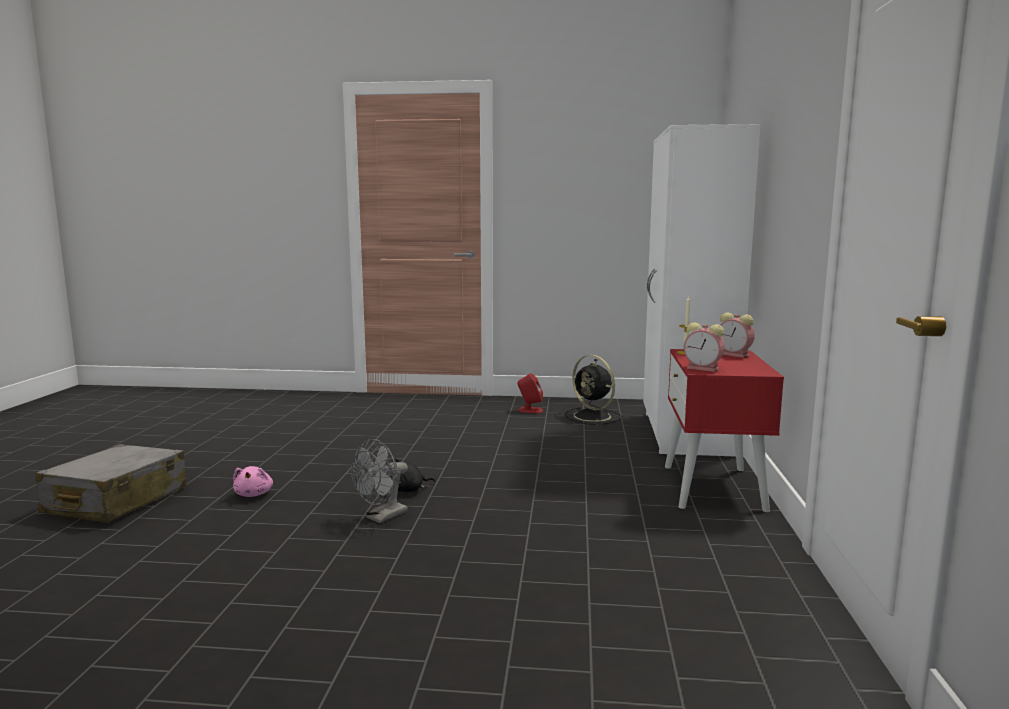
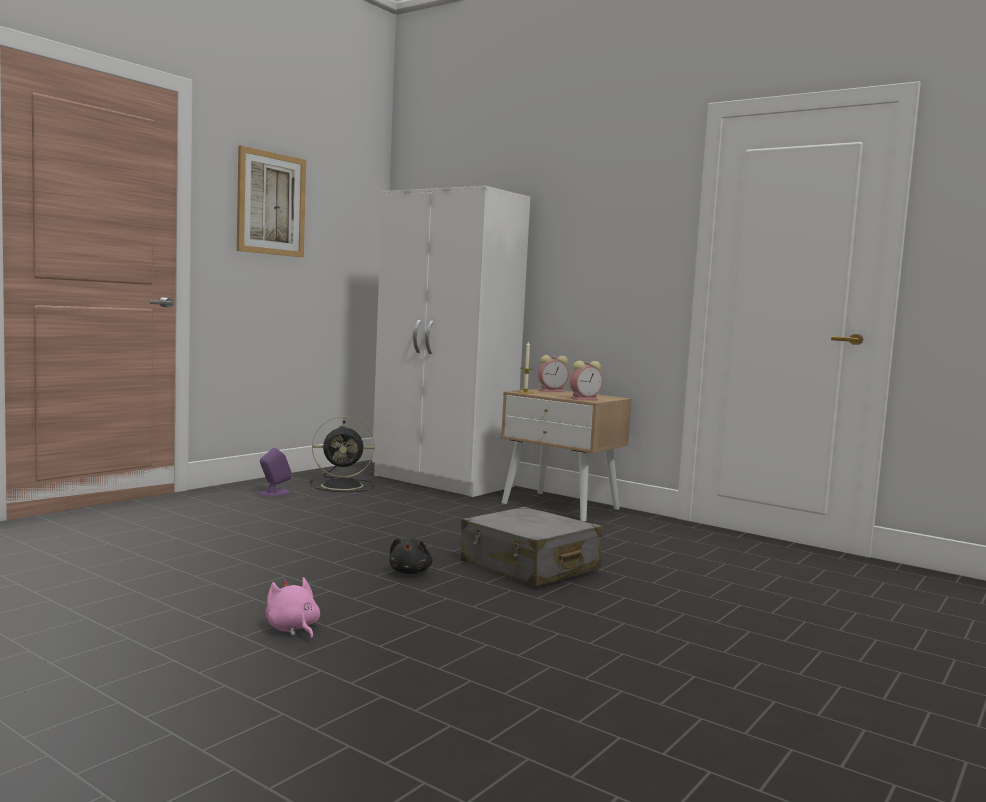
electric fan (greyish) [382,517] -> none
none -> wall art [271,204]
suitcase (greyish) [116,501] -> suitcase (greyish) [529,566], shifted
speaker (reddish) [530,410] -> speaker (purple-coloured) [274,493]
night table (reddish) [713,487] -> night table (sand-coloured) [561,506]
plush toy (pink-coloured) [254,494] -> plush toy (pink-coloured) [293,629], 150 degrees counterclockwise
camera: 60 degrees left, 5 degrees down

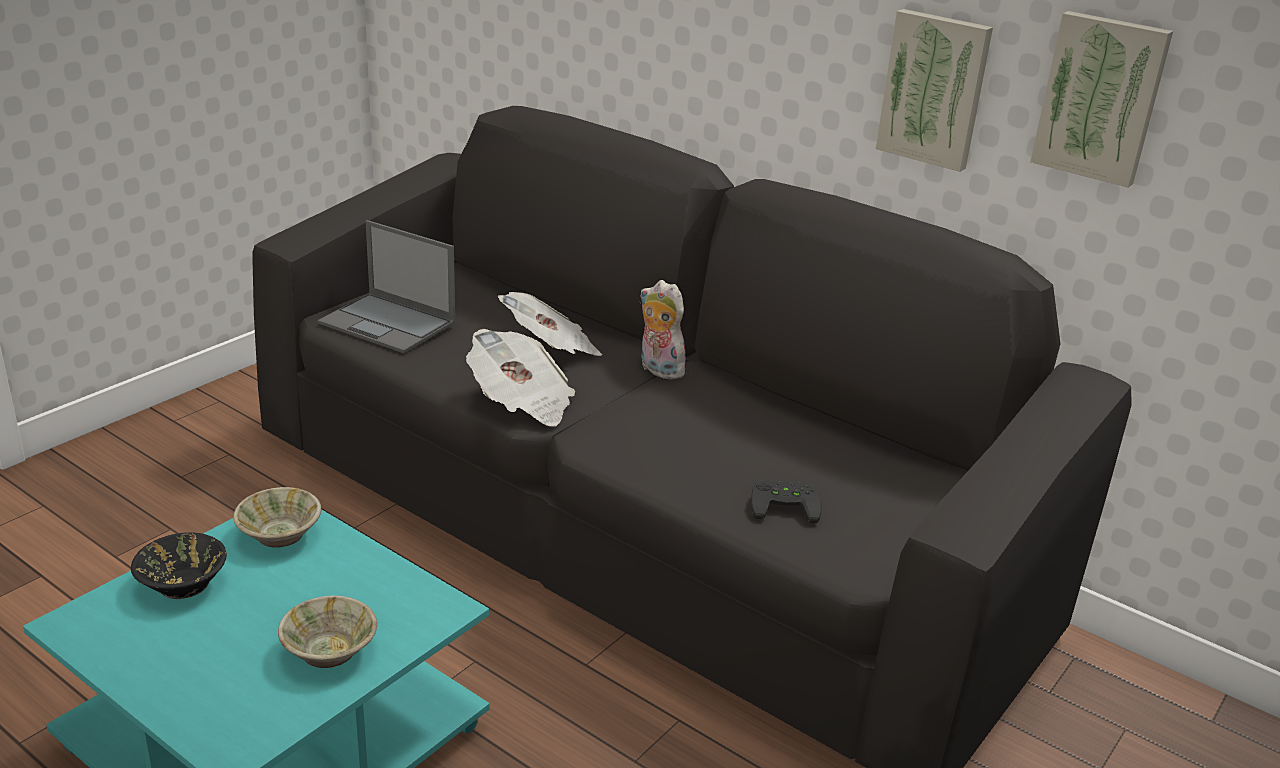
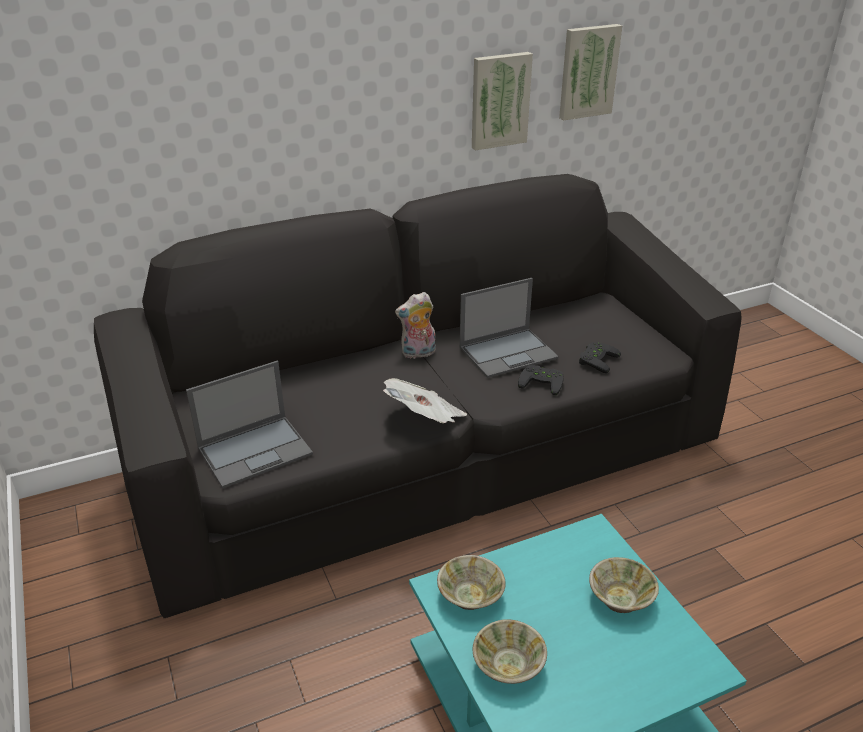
printed paper [551,349] -> none
none -> laptop [509,352]
none -> game controller (blackish) [542,381]
bowl (blackish) [182,583] -> bowl (sand-coloured) [508,665]
camera: 60 degrees left, 5 degrees up

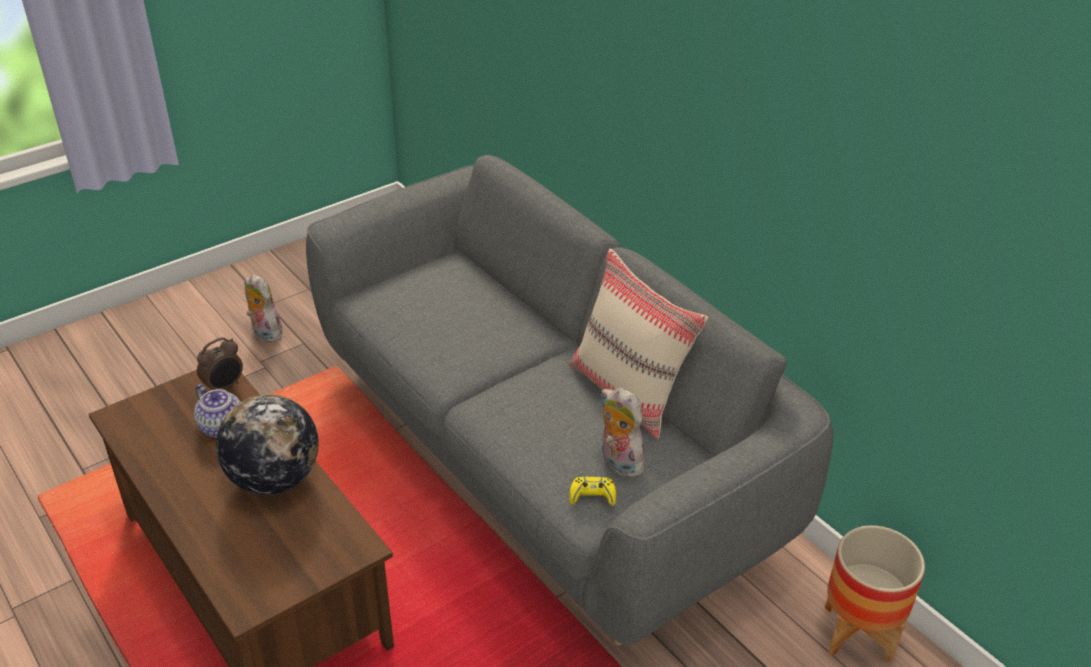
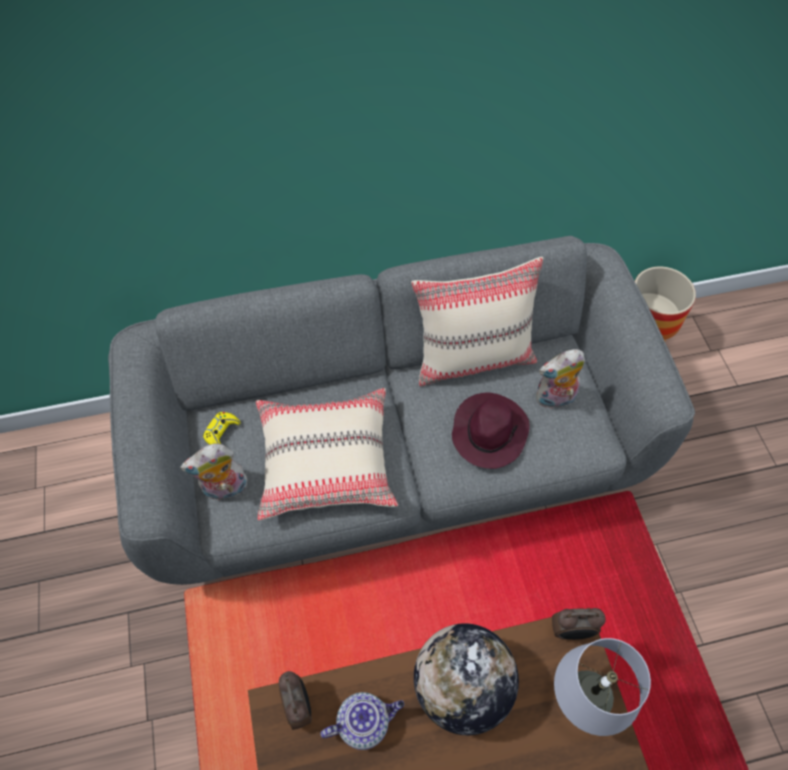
none -> cushion (sand-coloured) [326,460]
none -> hat (purple-coloured) [489,431]
none -> table clock [571,631]
none -> tabletop lamp (greyish) [581,702]
plush toy [264,333] -> plush toy [224,489], shifted
game controller (yellow) [592,496] -> game controller (yellow) [222,433], shifted
camera: 65 degrees left, 20 degrees up

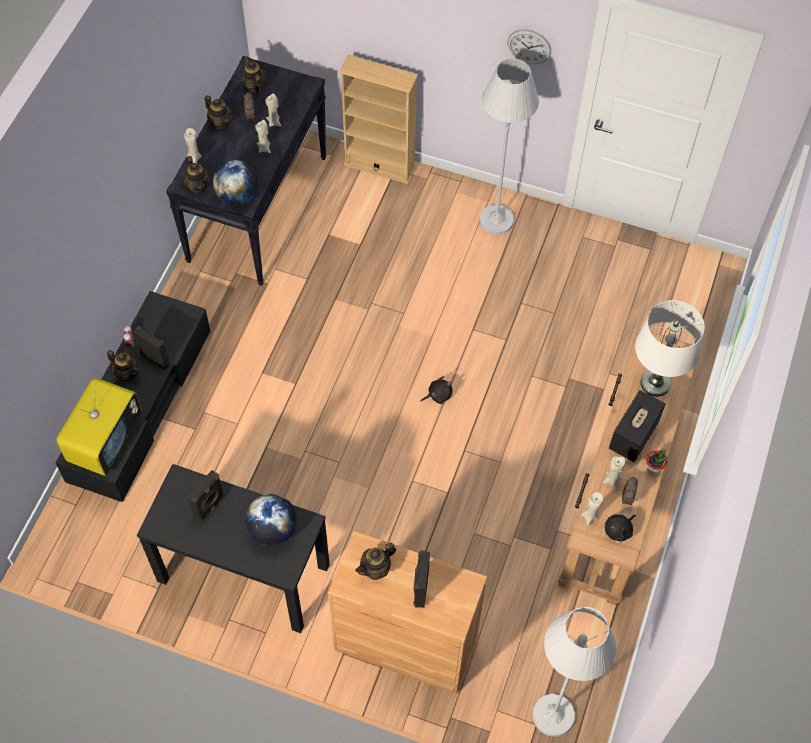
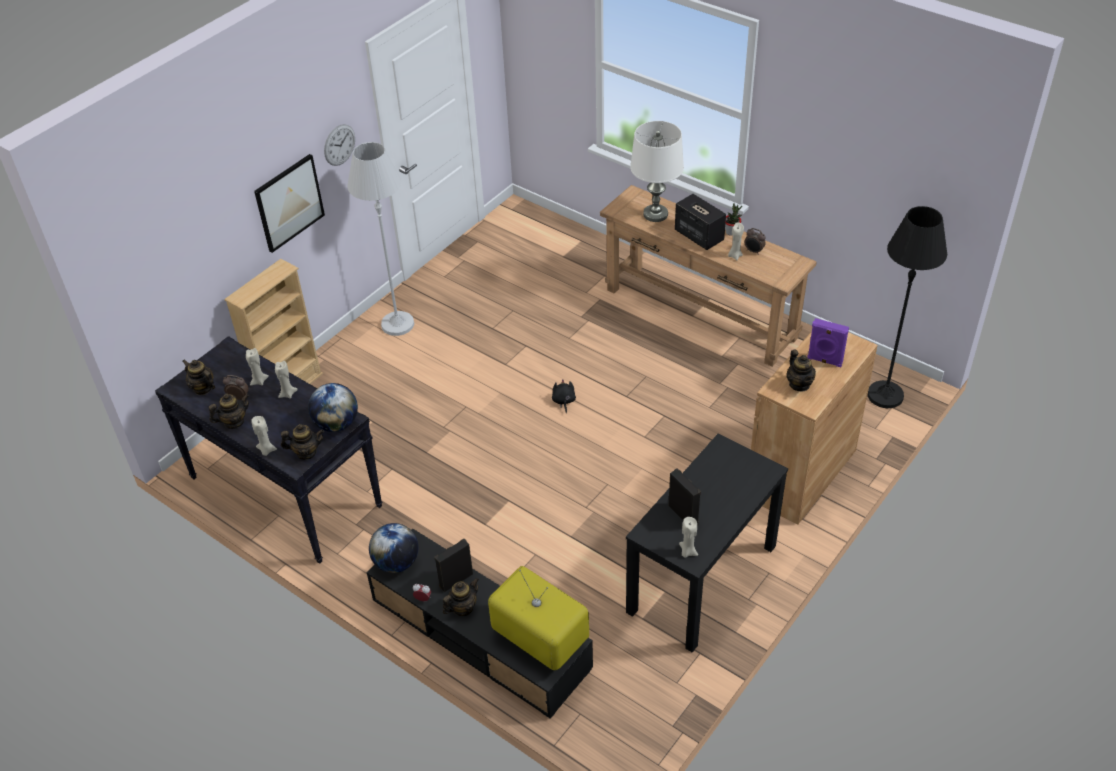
plush toy (blackish) [619,530] -> none
none -> wall art [289,202]
world globe [272,530] -> world globe [396,563], shifted
wax candle (sand-coloured) [589,516] -> wax candle (sand-coloured) [687,551], shifted
speaker (blackish) [420,589] -> speaker (purple-coloured) [824,361]
standing lamp (whitish) [553,715] -> standing lamp (blackish) [885,395]
teapot [254,87] -> teapot [203,388], 45 degrees clockwise
camera: 70 degrees left, 15 degrees down

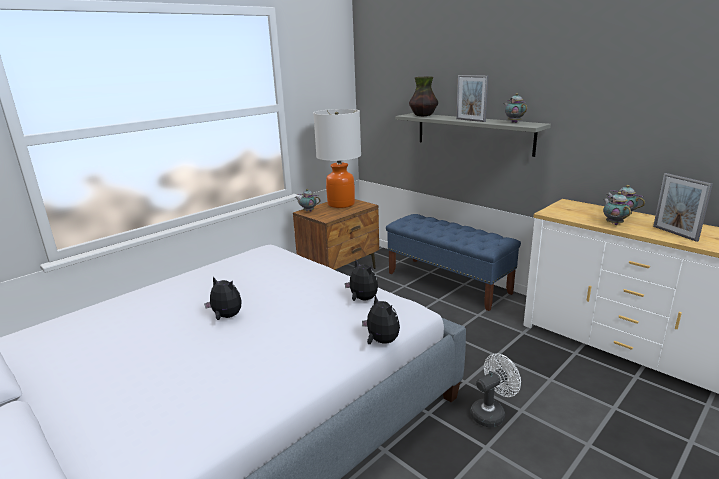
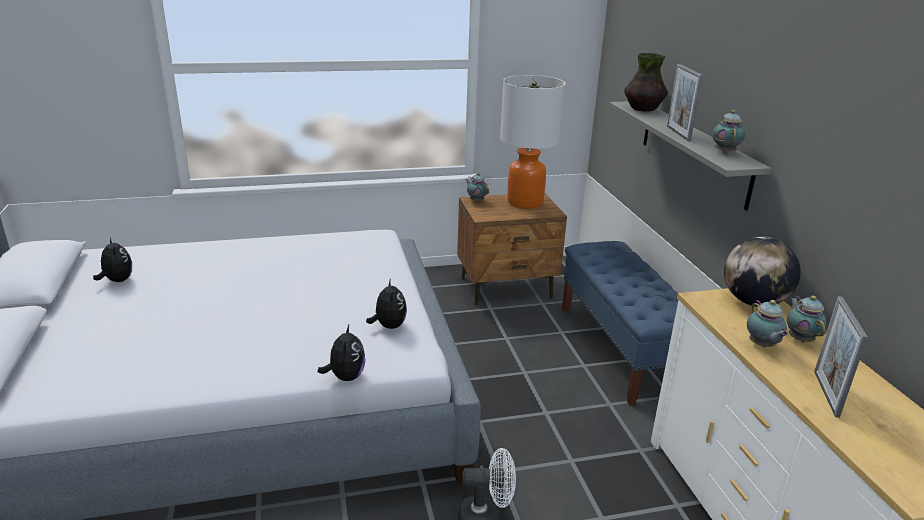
none -> world globe [753,302]
plush toy [226,317] -> plush toy [117,280], shifted
teapot [613,223] -> teapot [762,346], 150 degrees clockwise
camera: 30 degrees right, 5 degrees up

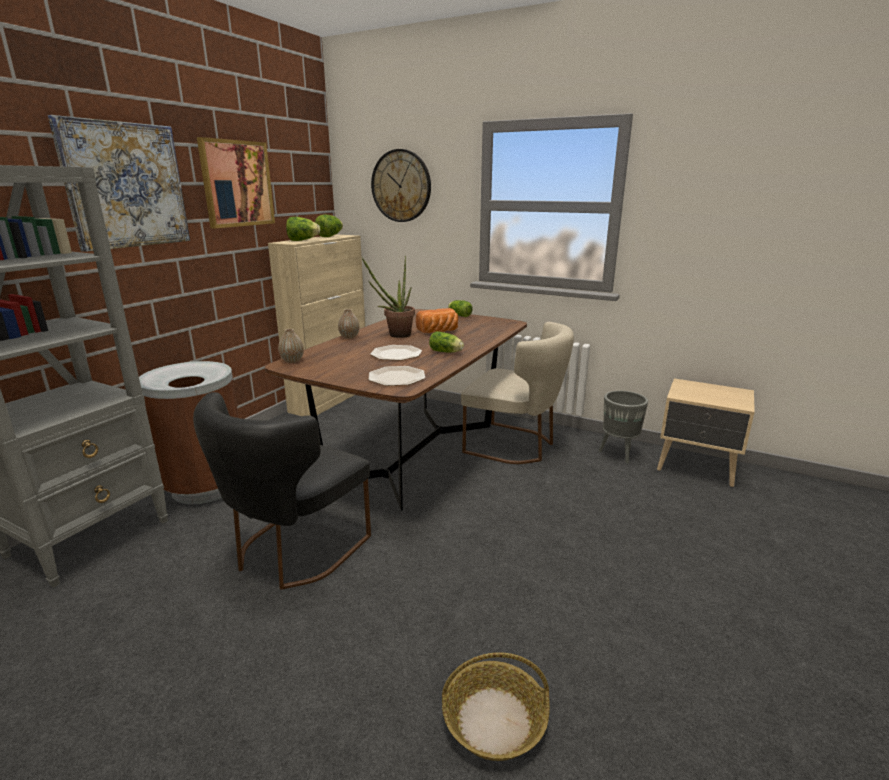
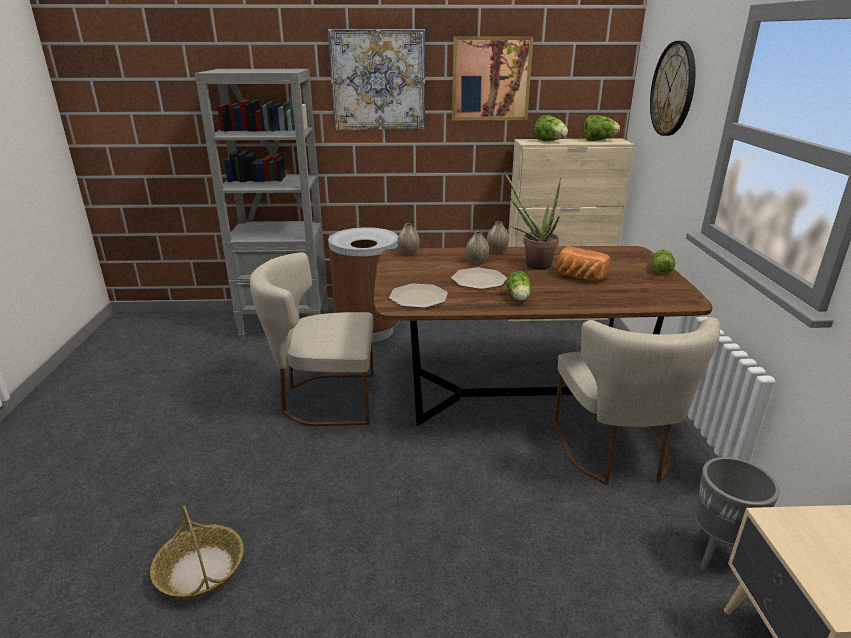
none -> vase [476,262]
plain chair (blackish) [293,552] -> plain chair (sand-coloured) [323,399]
camera: 60 degrees right, 5 degrees up

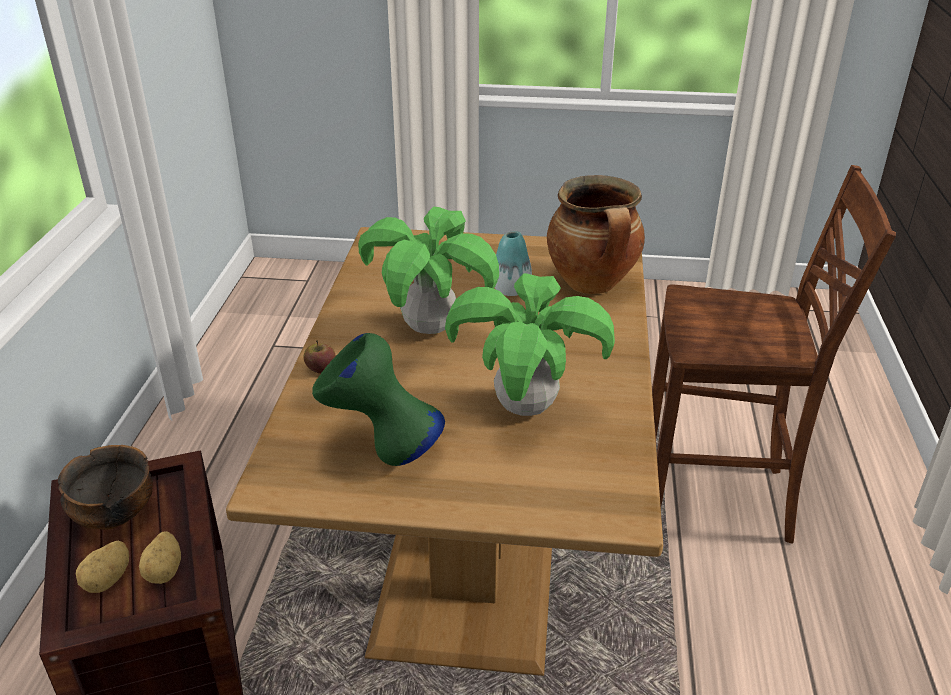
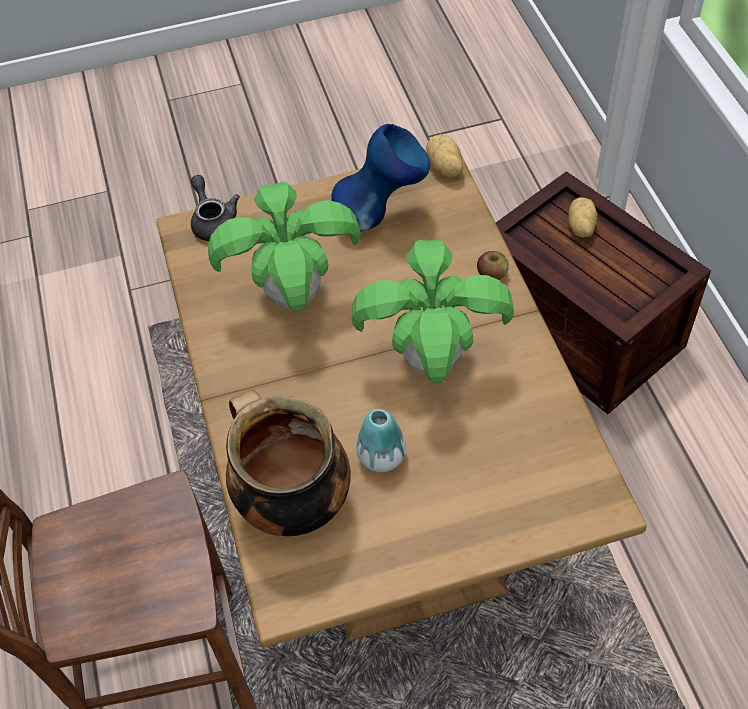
bowl [114,515] -> none
none -> teapot (greyish) [213,221]
whole potato [165,571] -> whole potato [444,168], shifted
vase (green-coloured) [382,453] -> vase (bluish) [382,216]
camera: 160 degrees right, 20 degrees up

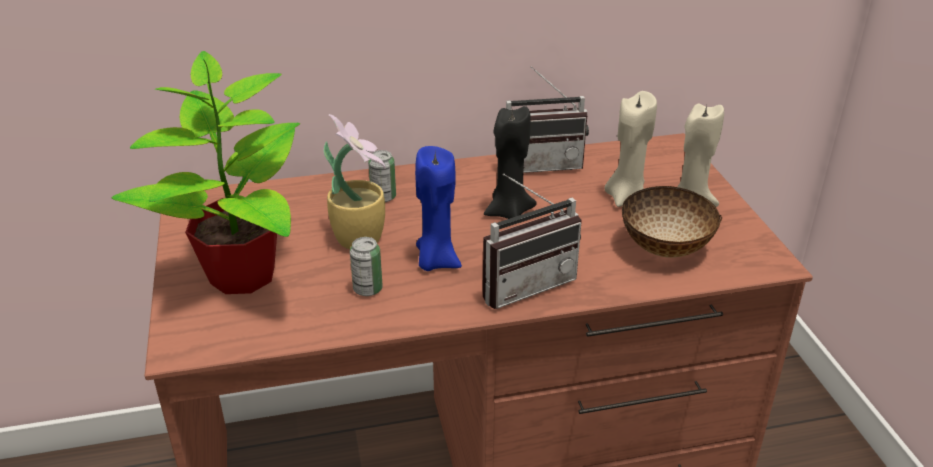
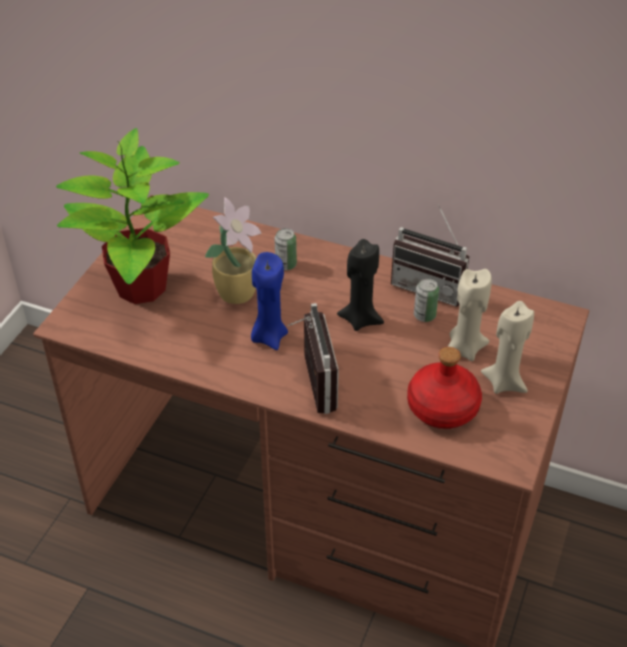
sealed can [367,289] -> sealed can [424,315], shifted
bowl [664,248] -> drink bottle (reddish) [441,407]
radio [524,283] -> radio [309,384], 105 degrees counterclockwise
camera: 35 degrees right, 10 degrees up

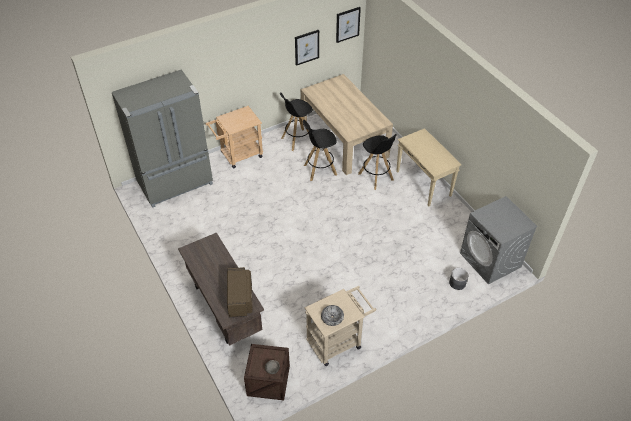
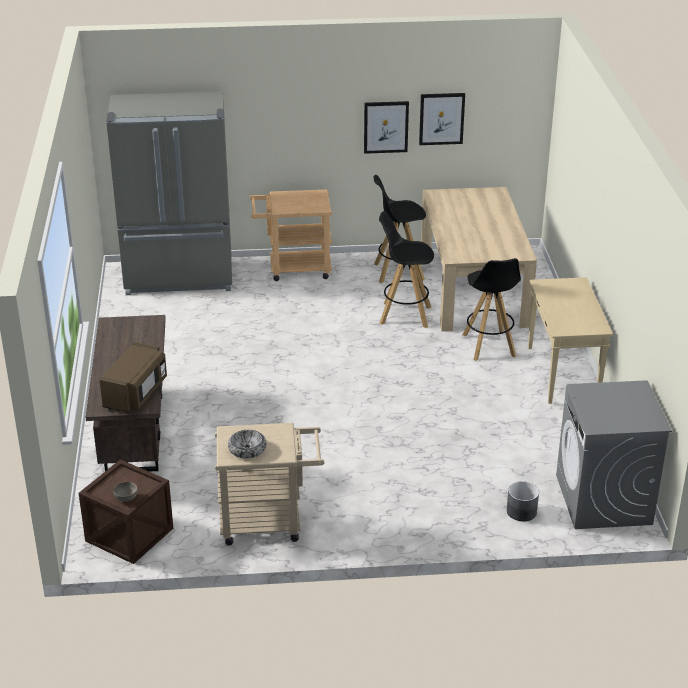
wall art [347,24] -> wall art [386,127], shifted
camera: 25 degrees right, 15 degrees down

